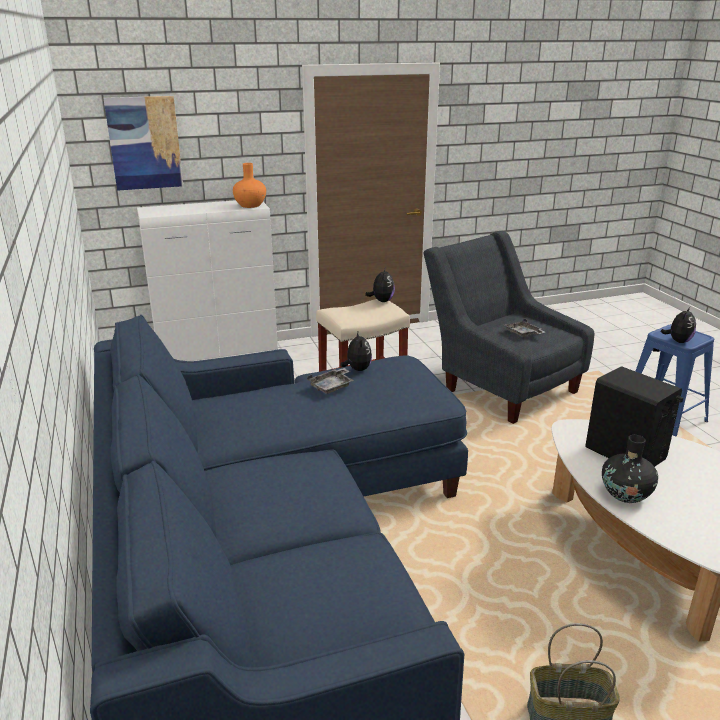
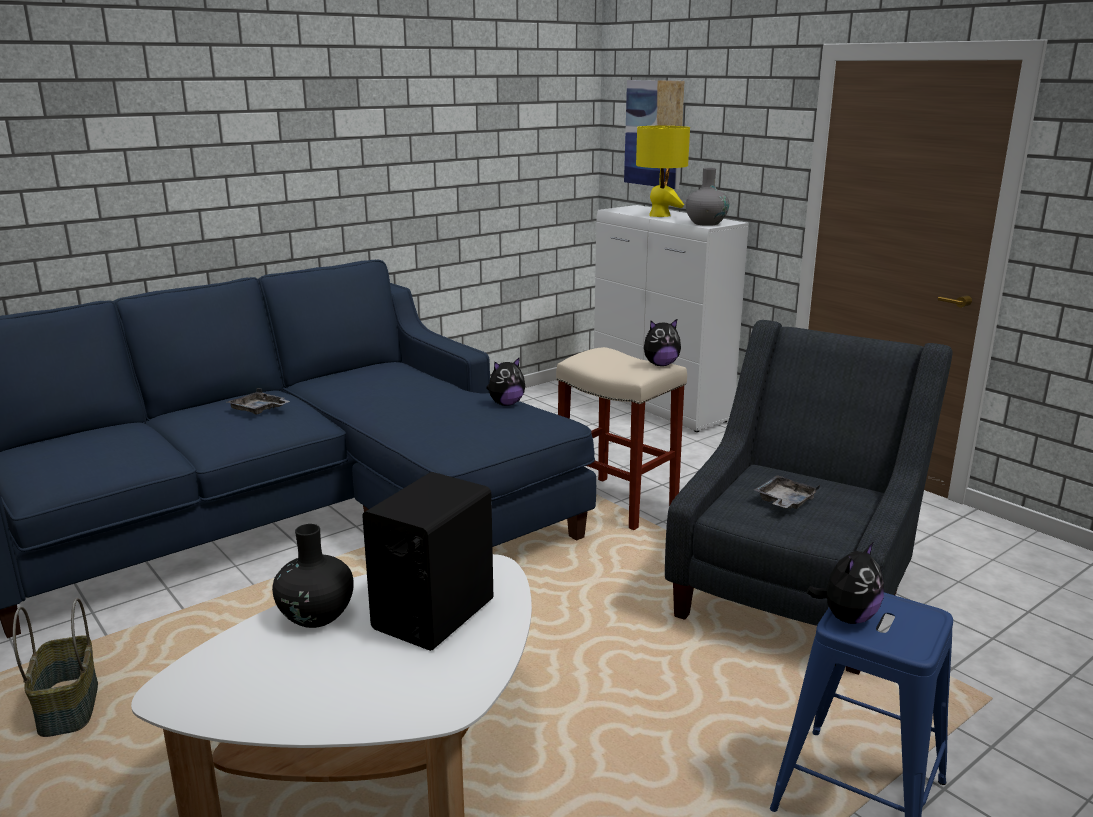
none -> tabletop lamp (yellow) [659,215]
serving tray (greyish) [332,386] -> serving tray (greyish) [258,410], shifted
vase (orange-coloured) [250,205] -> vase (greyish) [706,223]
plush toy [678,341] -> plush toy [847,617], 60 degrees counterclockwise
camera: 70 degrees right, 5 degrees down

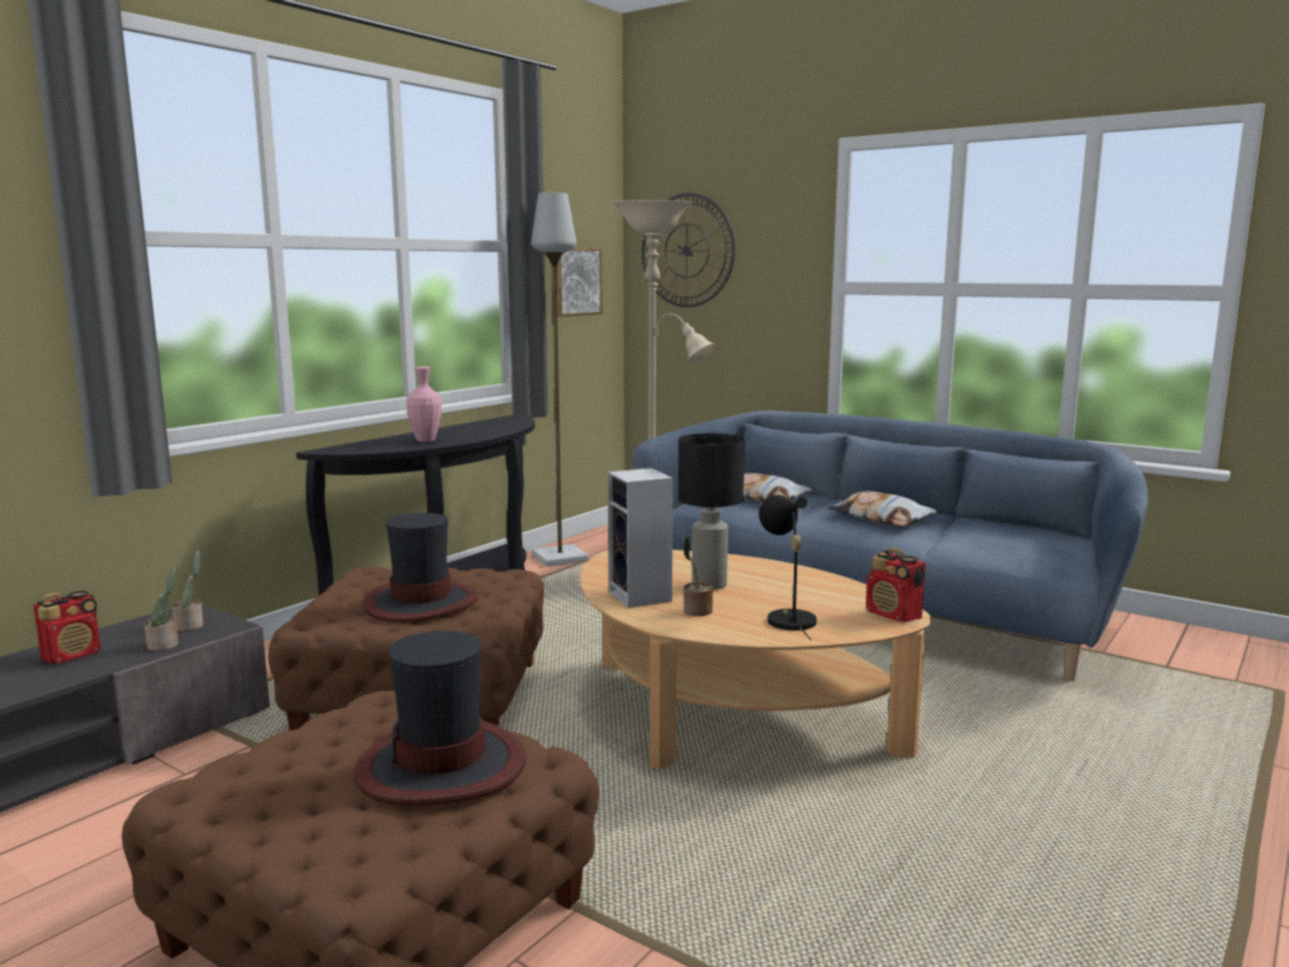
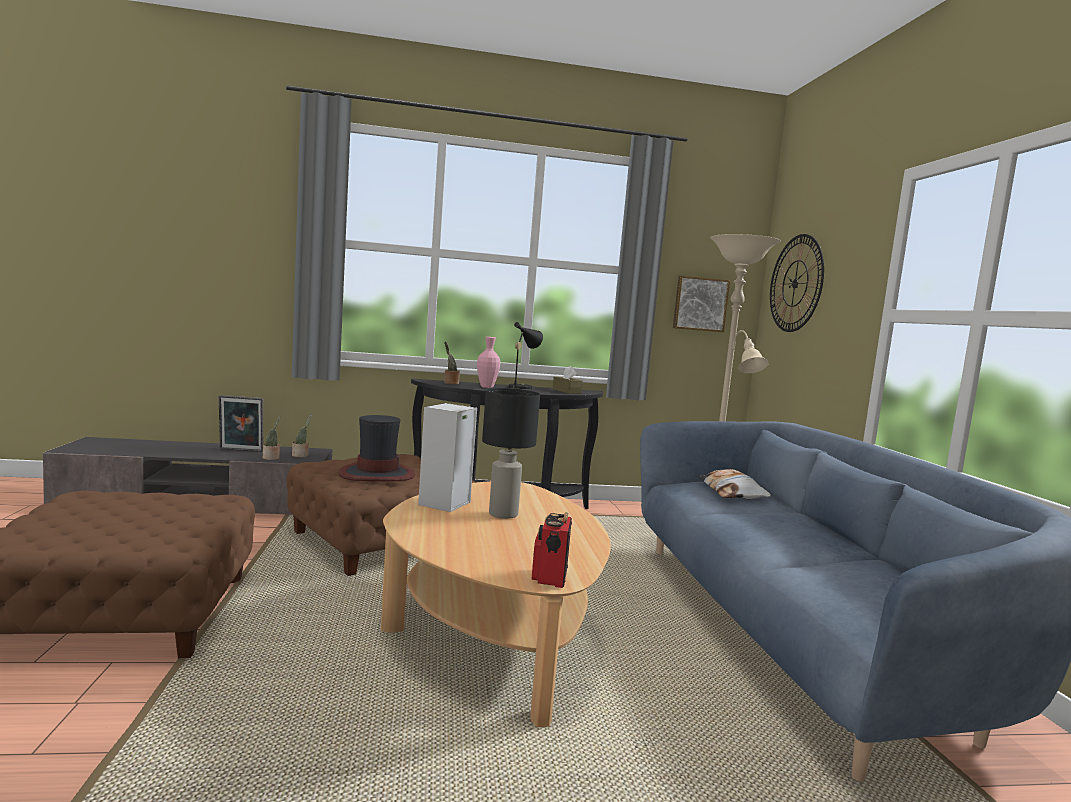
hat [442,766] -> none
standing lamp (greyish) [560,557] -> none
cushion [881,518] -> none
none -> tissue holder (brown) [566,391]
potted plant [696,611] -> potted plant [450,383], shifted
tabletop lamp (blackish) [787,619] -> tabletop lamp (blackish) [521,387], shifted
radio [73,655] -> photo frame [240,450]
camera: 45 degrees right, 5 degrees down

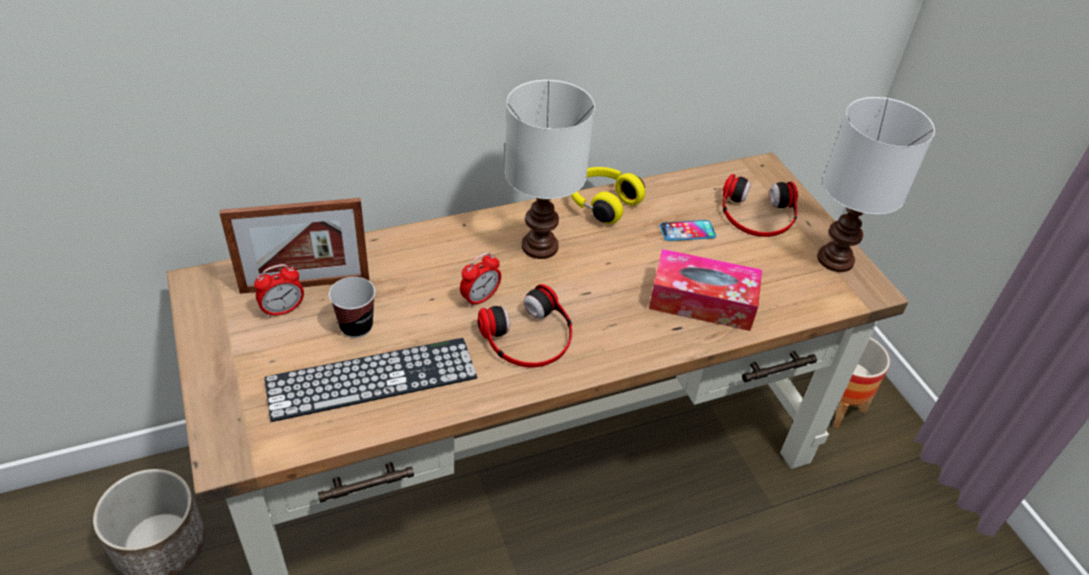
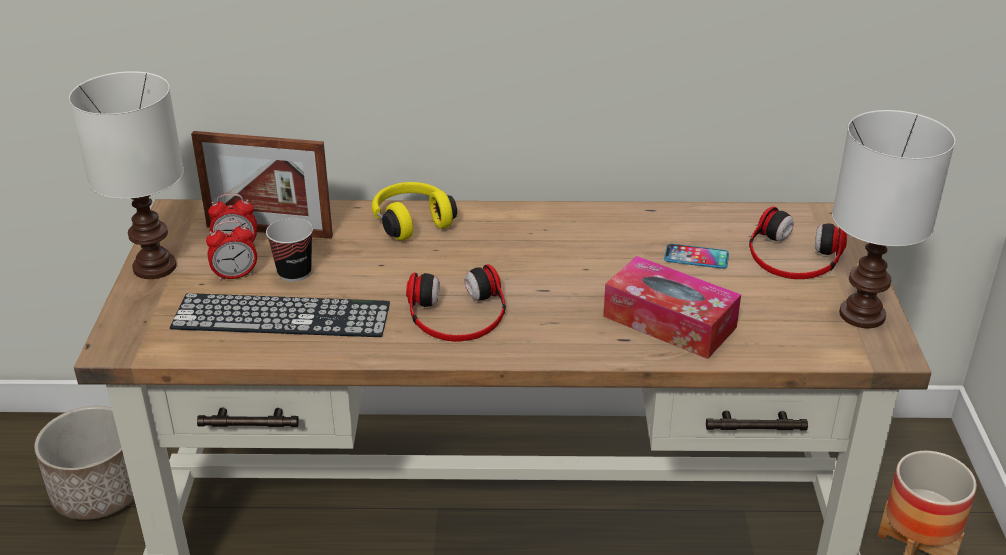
table clock [480,298] -> table clock [235,275], shifted
tabletop lamp (whitish) [541,247] -> tabletop lamp (whitish) [156,268], shifted
pair of headphones (yellow) [601,203] -> pair of headphones (yellow) [411,221], shifted
camera: 25 degrees right, 10 degrees down

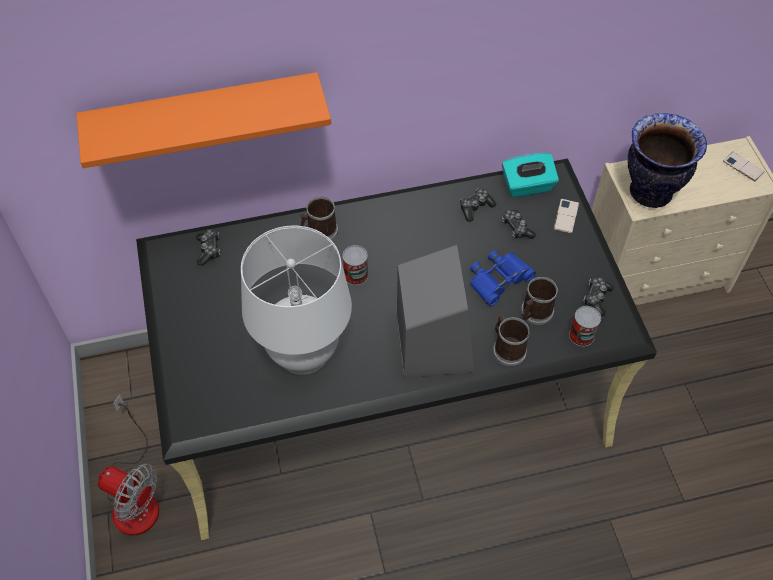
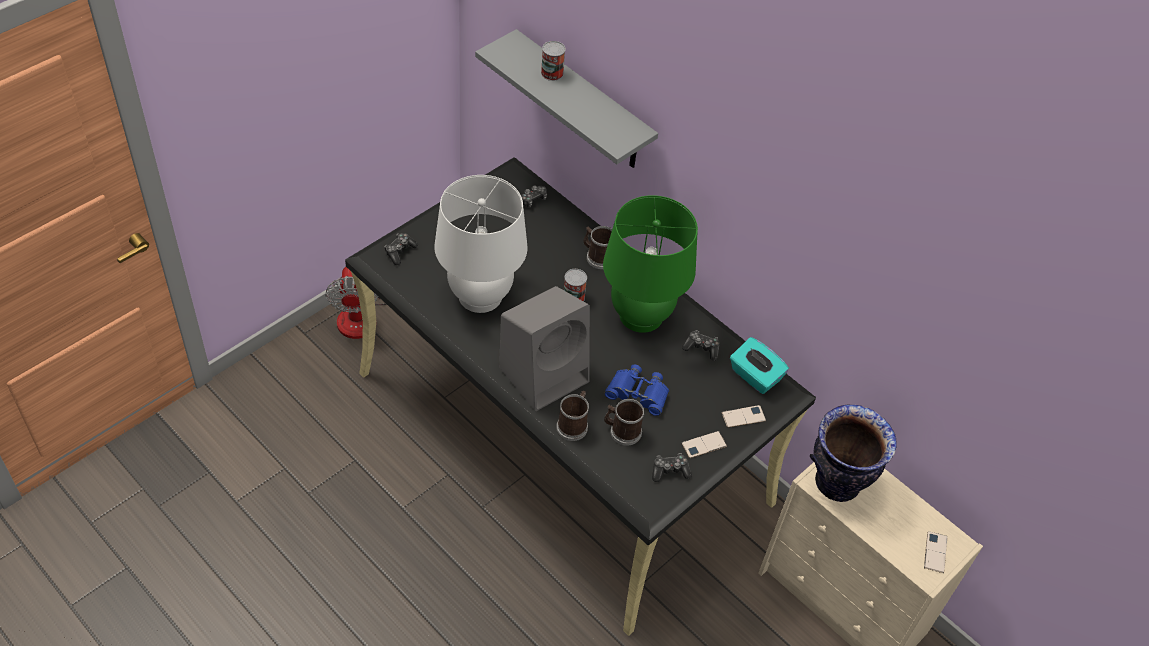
none -> tabletop lamp (green-coloured) [641,315]
none -> phone [704,445]
game controller [516,228] -> game controller [400,251], shifted
sealed can [581,335] -> sealed can [552,73], shifted
shelf (orange-coloured) [204,118] -> shelf (greyish) [583,103]
camera: 55 degrees right, 5 degrees down

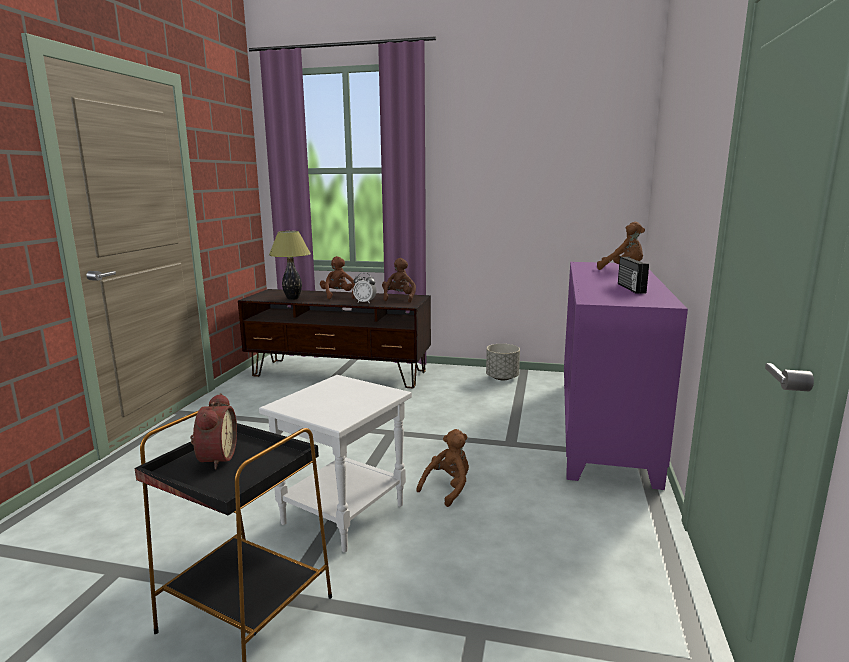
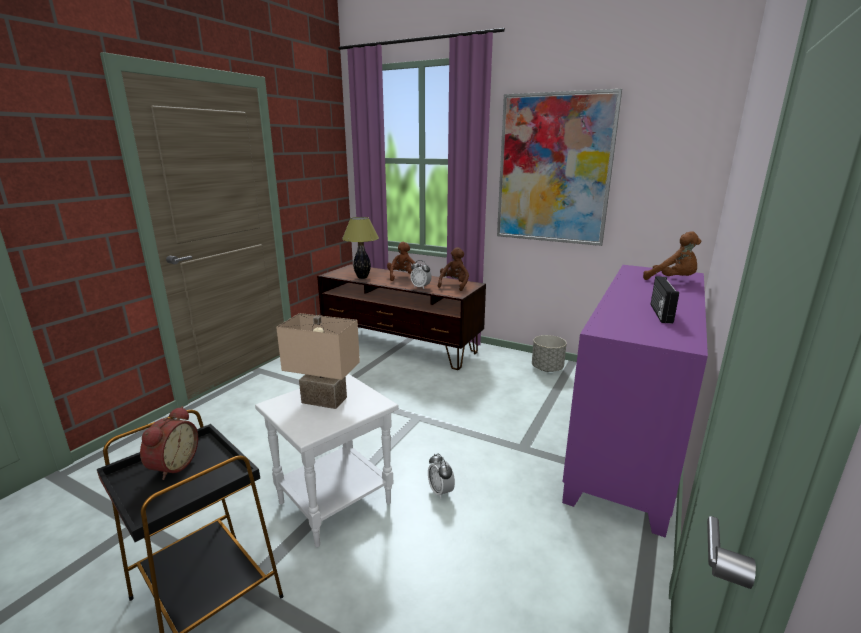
none -> tabletop lamp (sand-coloured) [326,399]
none -> wall art [553,169]
plush toy (brown) [448,488] -> table clock [440,491]
camera: 15 degrees right, 5 degrees up

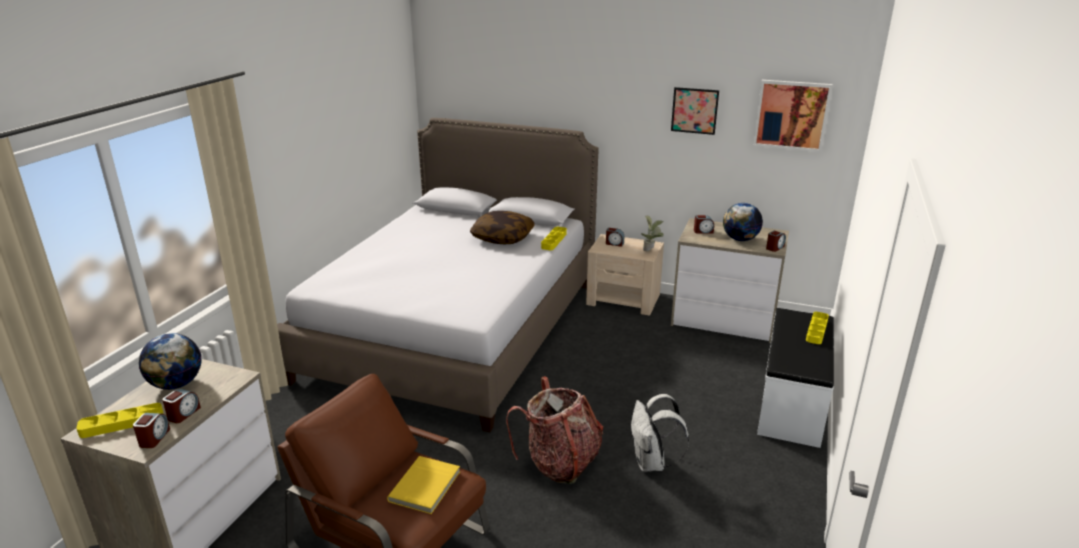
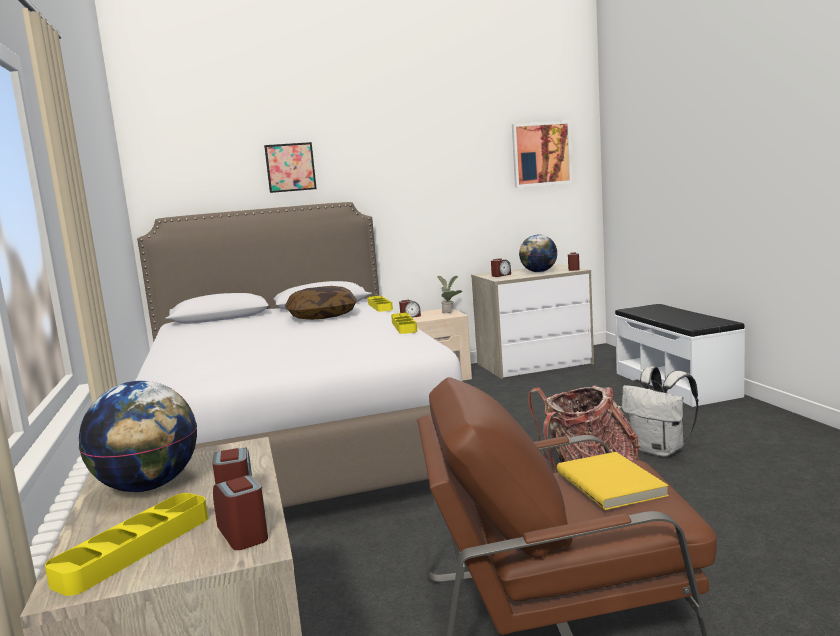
wall art [694,110] -> wall art [290,167], shifted
serving tray (yellow) [816,330] -> serving tray (yellow) [404,327], shifted
camera: 35 degrees left, 15 degrees down

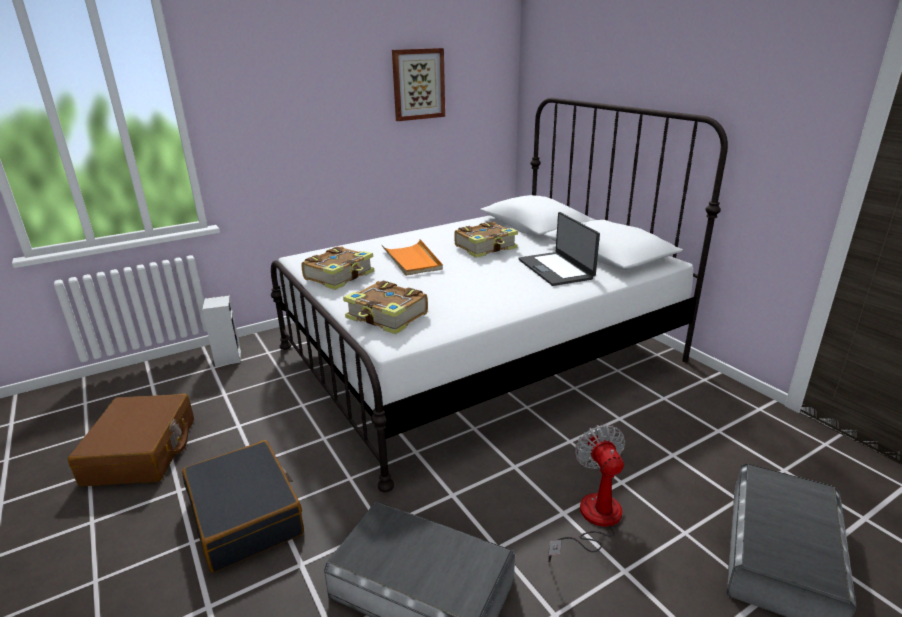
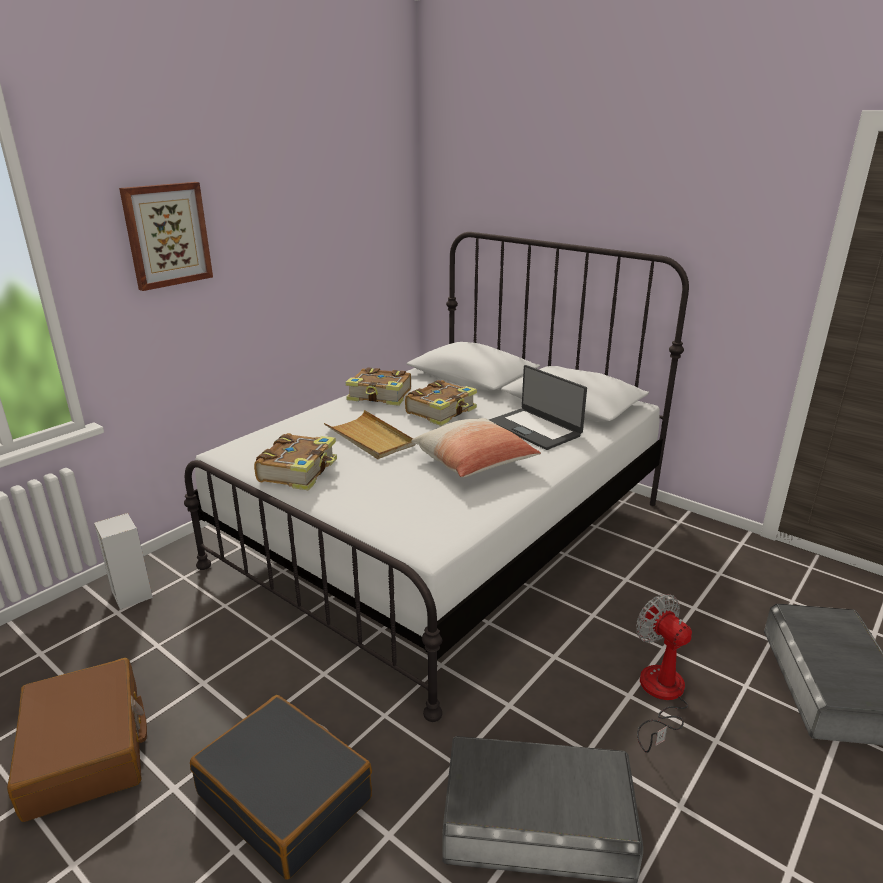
none -> cushion [474,463]
bound book [387,317] -> bound book [380,396], shifted
wall art [418,84] -> wall art [167,235], shifted
serving tray (orange-coloured) [412,260] -> serving tray (sand-coloured) [370,438]
camera: 20 degrees left, 0 degrees up

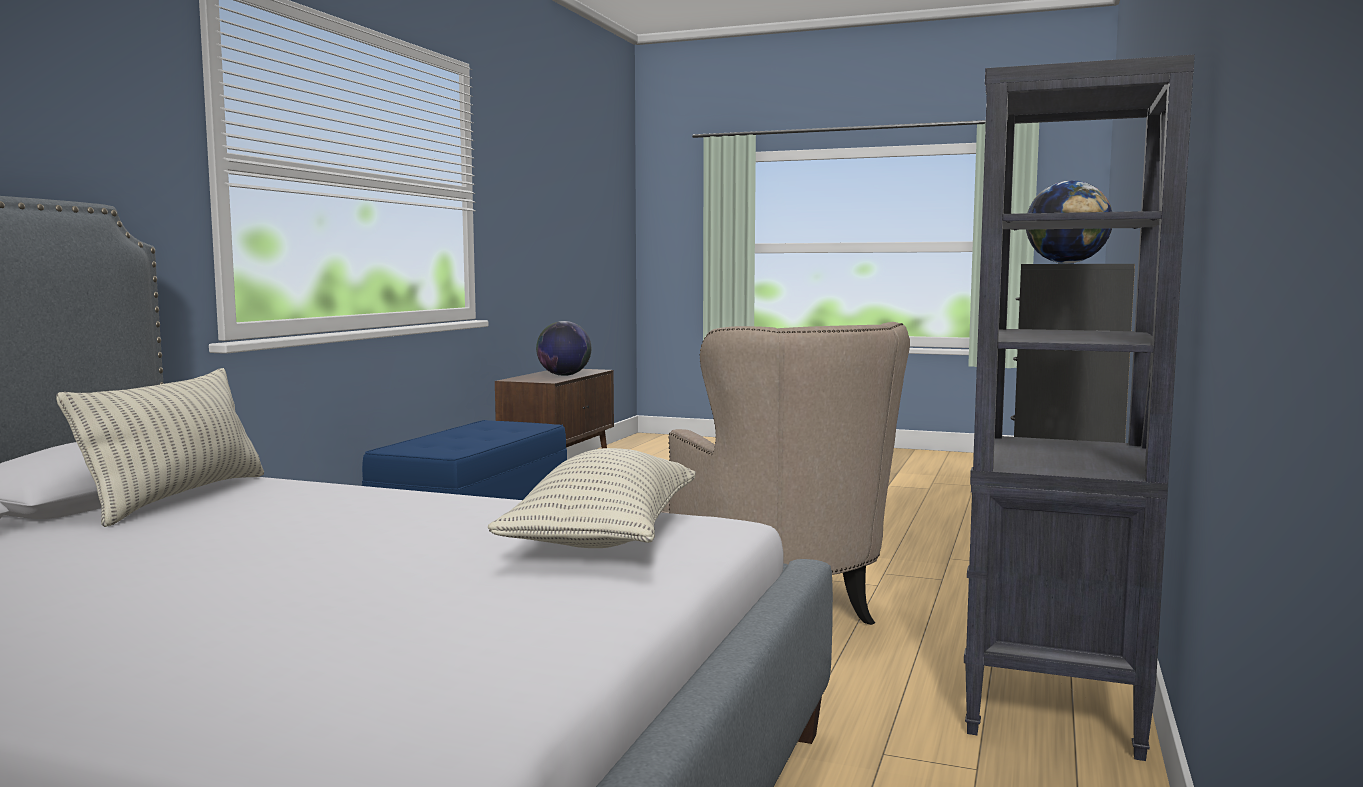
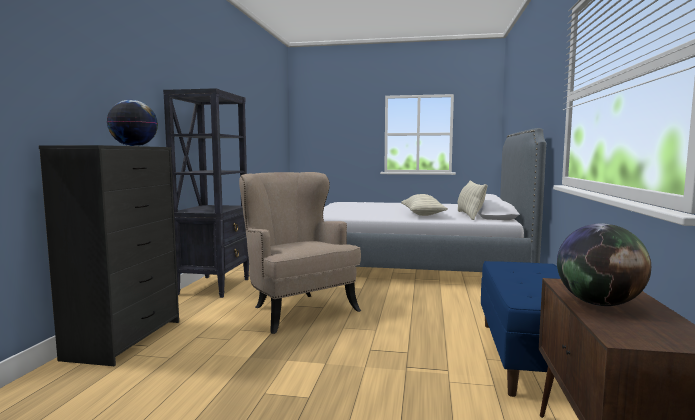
cushion [604,538] -> cushion [422,214], shifted
camera: 170 degrees right, 0 degrees up

